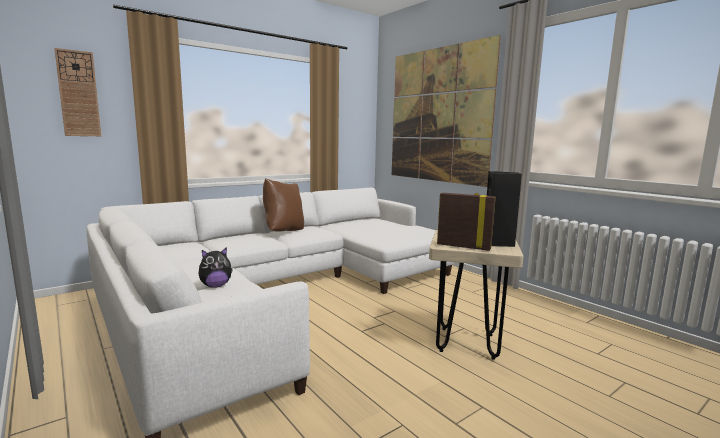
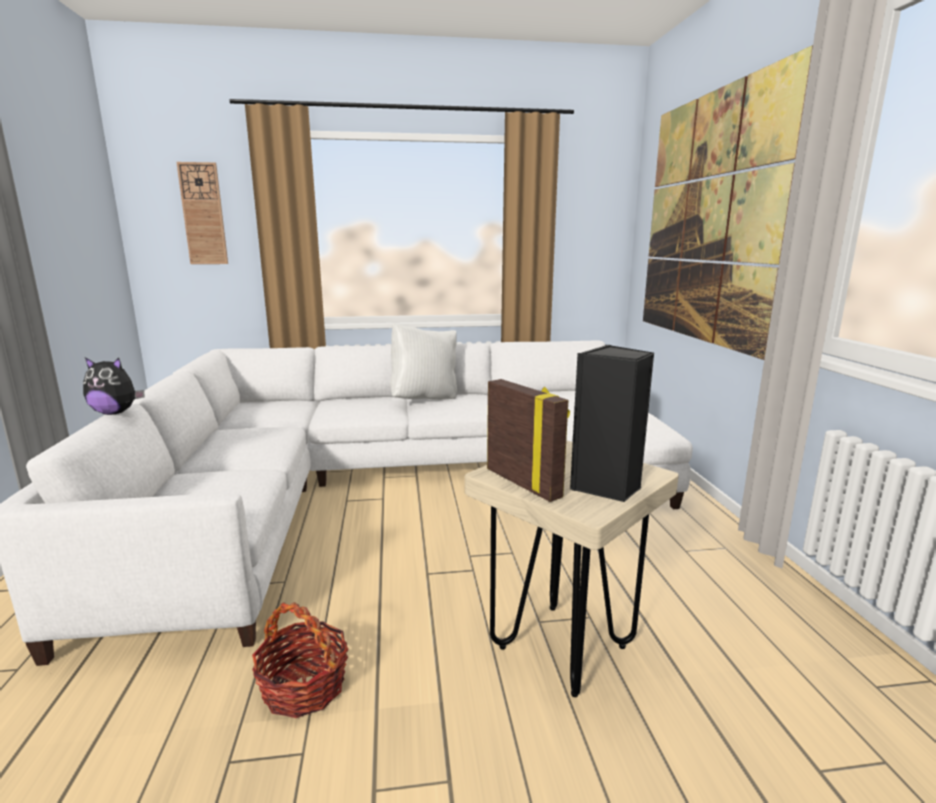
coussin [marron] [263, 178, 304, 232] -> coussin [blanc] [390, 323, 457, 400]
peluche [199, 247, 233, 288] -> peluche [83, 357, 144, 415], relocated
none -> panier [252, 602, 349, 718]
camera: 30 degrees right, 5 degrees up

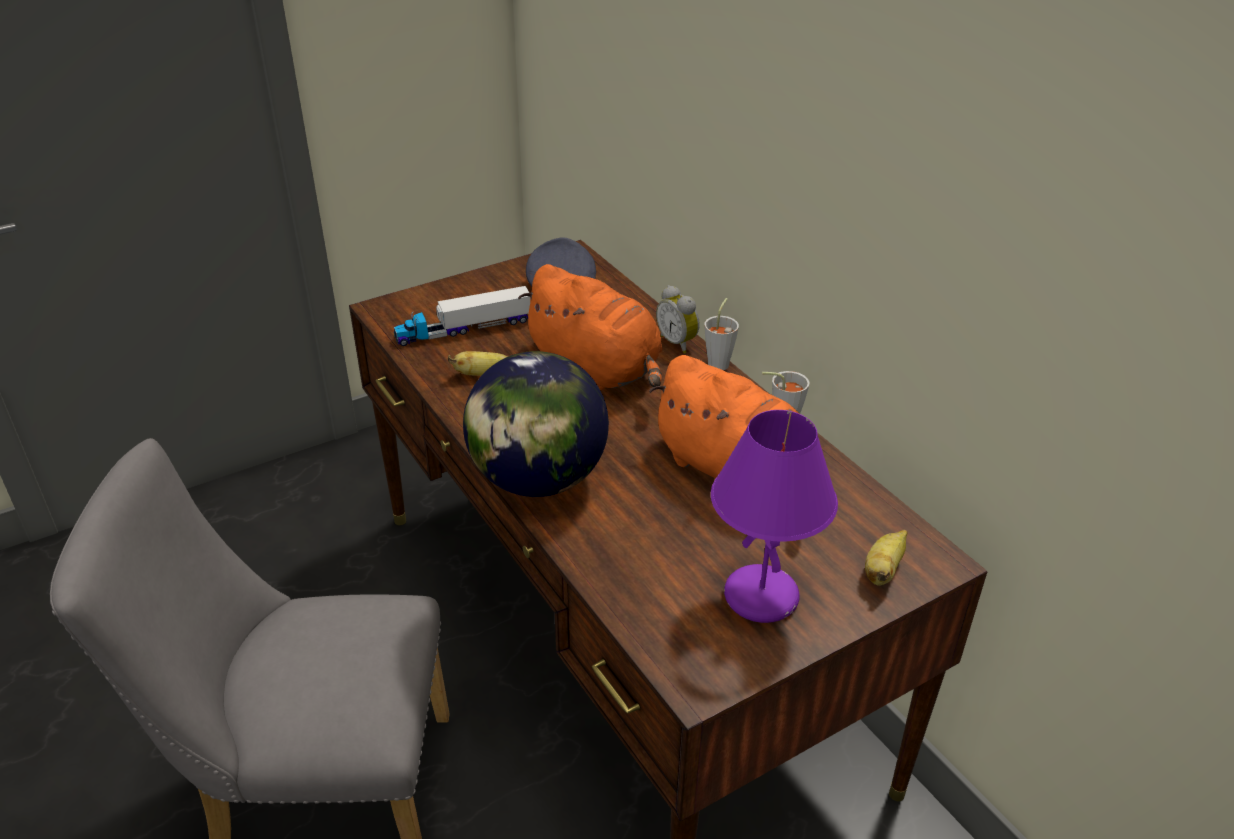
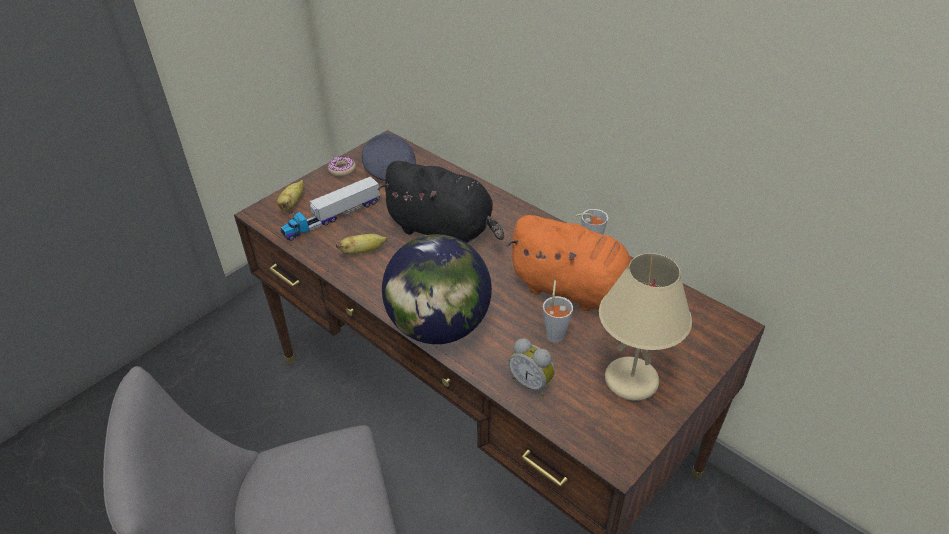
peluche [orange] [518, 264, 663, 390] -> peluche [noir] [378, 161, 504, 243]
réveil [656, 285, 700, 354] -> réveil [508, 338, 555, 396], relocated
tasse [gris] [704, 298, 739, 370] -> tasse [gris] [543, 280, 573, 343], relocated
lampe de table [violet] [711, 410, 838, 623] -> lampe de table [beige] [599, 253, 692, 401]
banane [865, 530, 908, 586] -> banane [277, 180, 304, 211], relocated
none -> beignet [328, 156, 356, 177]
camera: 15 degrees left, 5 degrees up

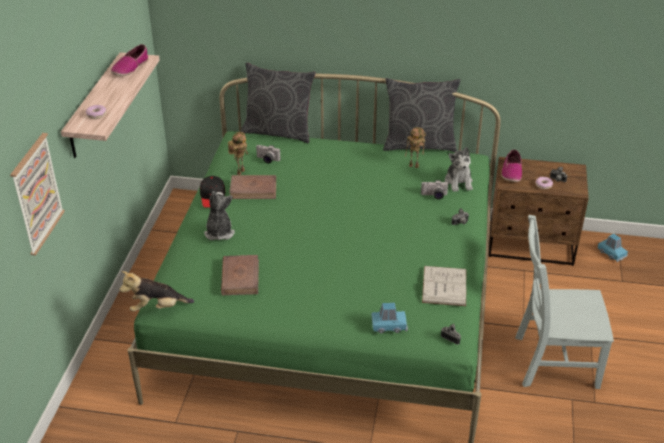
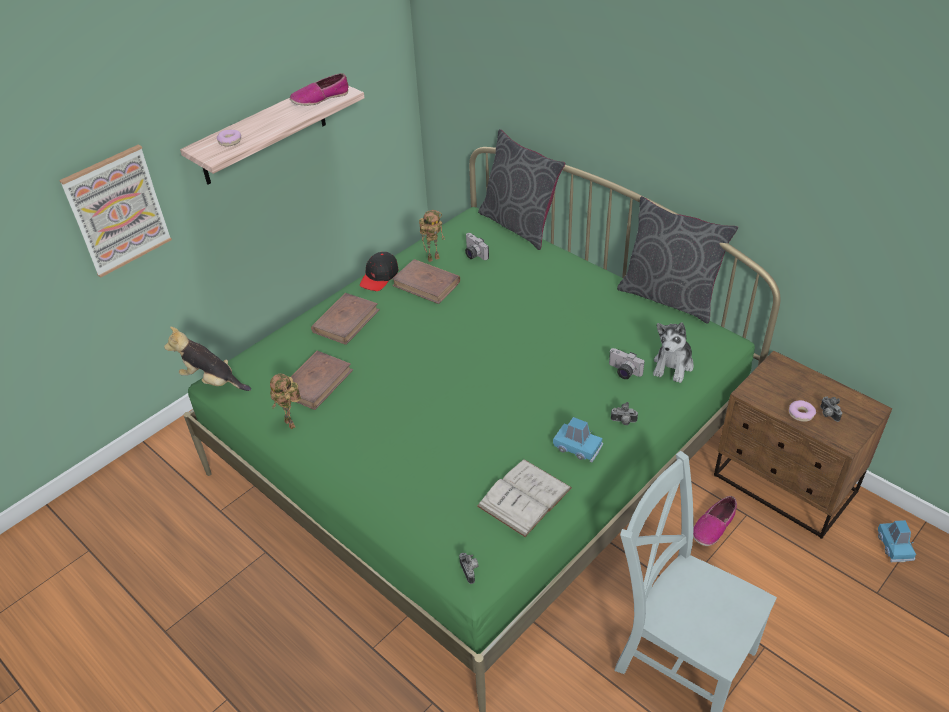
robot jouet [405, 127, 426, 168] -> robot jouet [270, 374, 301, 430], relocated
chaussure [502, 149, 522, 182] -> chaussure [693, 496, 737, 546], relocated
peluche [204, 191, 235, 240] -> livre [marron] [311, 293, 380, 345]
petite voiture [bleu] [372, 303, 408, 334] -> petite voiture [bleu] [553, 417, 603, 463], relocated
camera: 35 degrees right, 5 degrees up

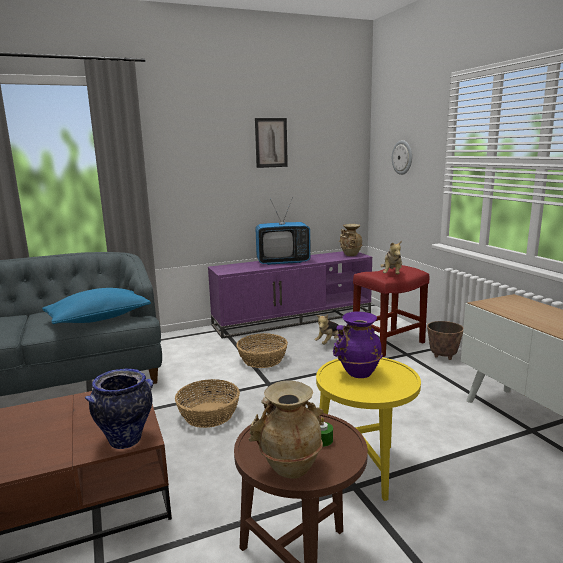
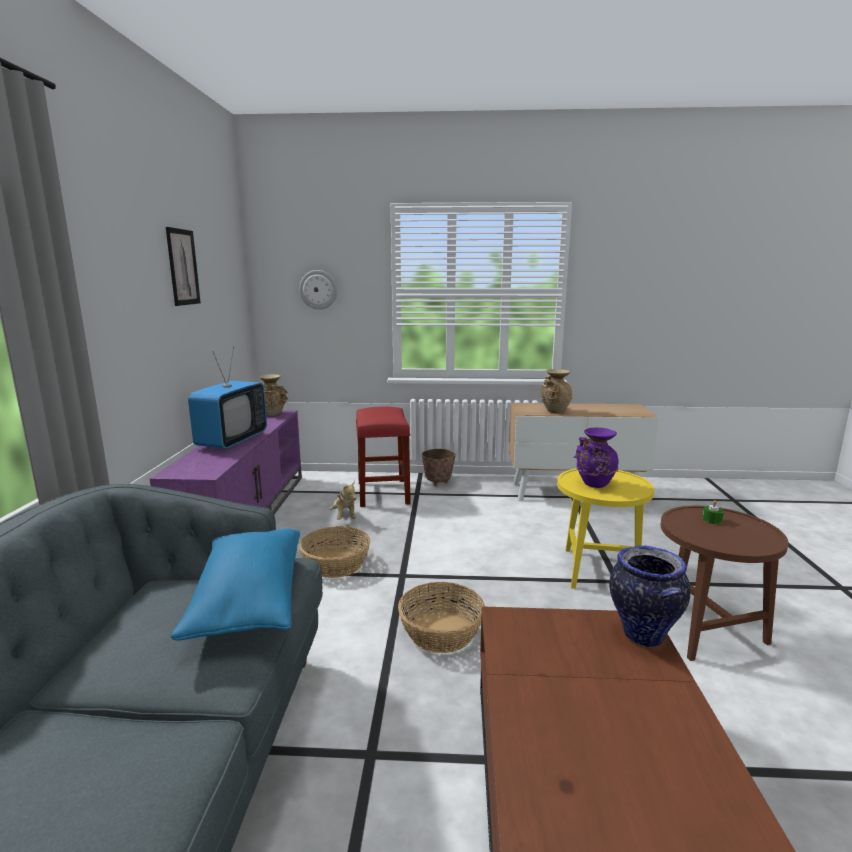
peluche [380, 241, 402, 274] -> none
vase [beige] [249, 380, 324, 479] -> vase [beige] [540, 369, 572, 413], relocated
camera: 65 degrees left, 0 degrees up

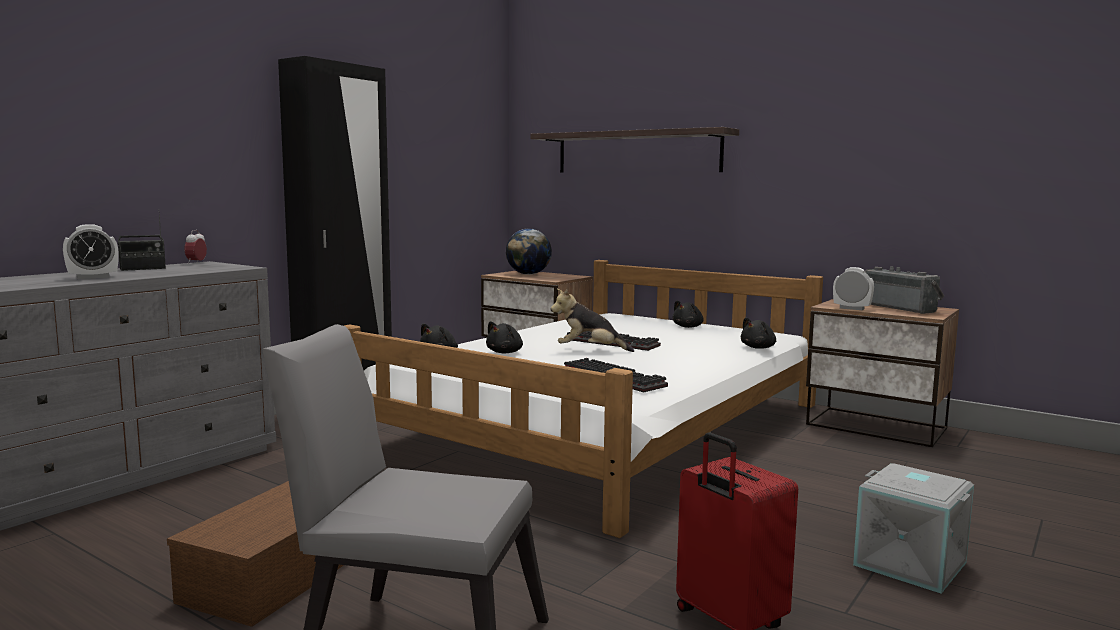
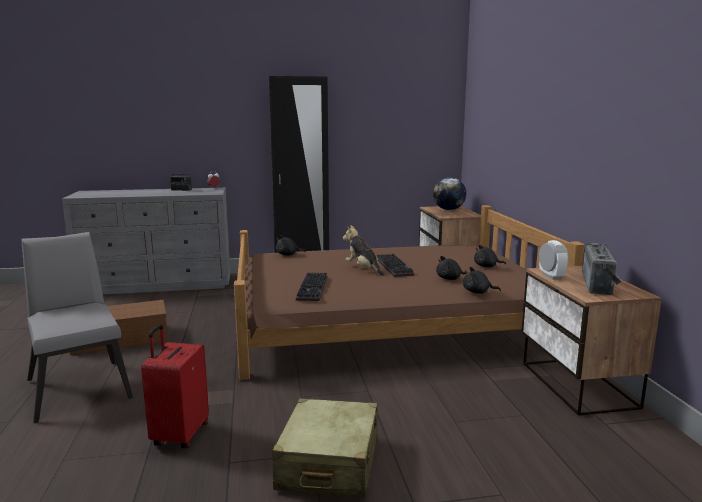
étagère [531, 127, 739, 172] -> none
réveil [63, 224, 119, 279] -> none
lit [blanc] [344, 260, 823, 538] -> lit [marron] [234, 205, 585, 380]
peluche [noir] [486, 321, 523, 353] -> peluche [noir] [436, 256, 466, 280], relocated
boîte de rangement [gris] [853, 463, 974, 594] -> valise [beige] [272, 398, 378, 498]
camera: 45 degrees right, 5 degrees up

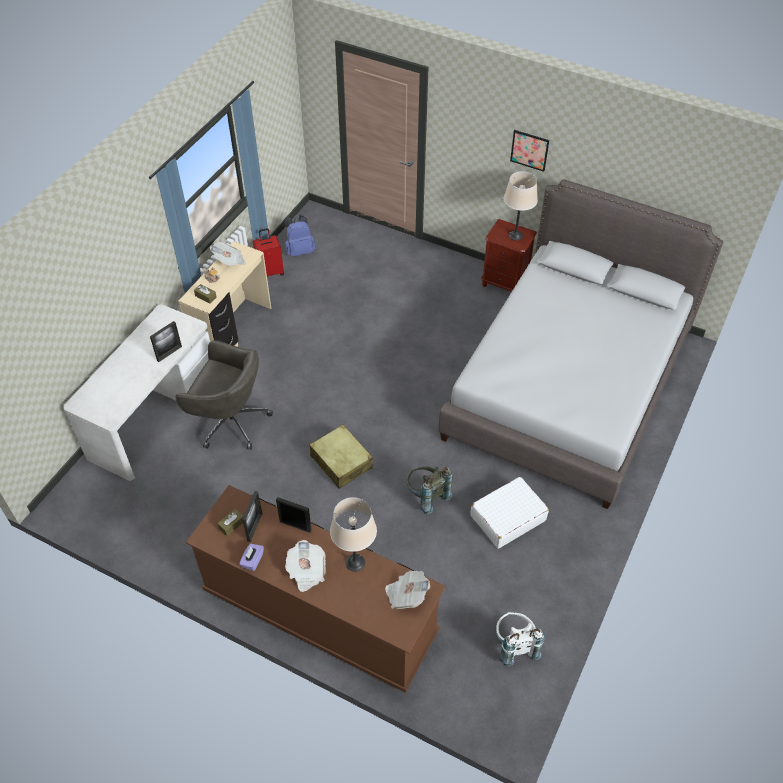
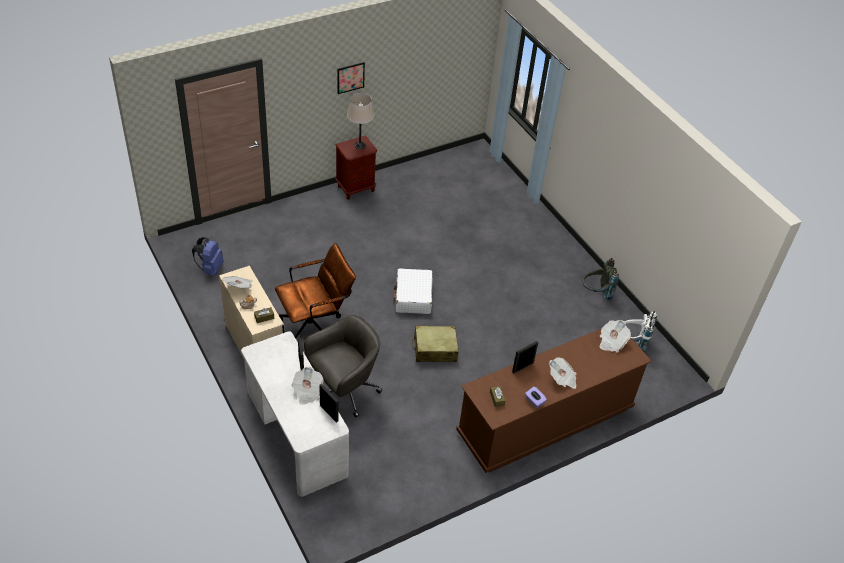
lit [gris] [439, 180, 723, 509] -> none
valise [rouge] [253, 228, 284, 277] -> none
sac à dos [gris] [407, 466, 453, 515] -> sac à dos [gris] [582, 258, 619, 301], relocated
valise [blanc] [470, 477, 549, 549] -> valise [blanc] [394, 269, 433, 314], relocated
cadre photo [242, 491, 262, 542] -> cadre photo [319, 384, 338, 423], relocated
lampe de table [beige] [330, 497, 377, 572] -> none
none -> chaise de bureau [marron] [275, 243, 356, 338]
none -> journal [292, 367, 324, 405]
camera: 60 degrees left, 5 degrees down

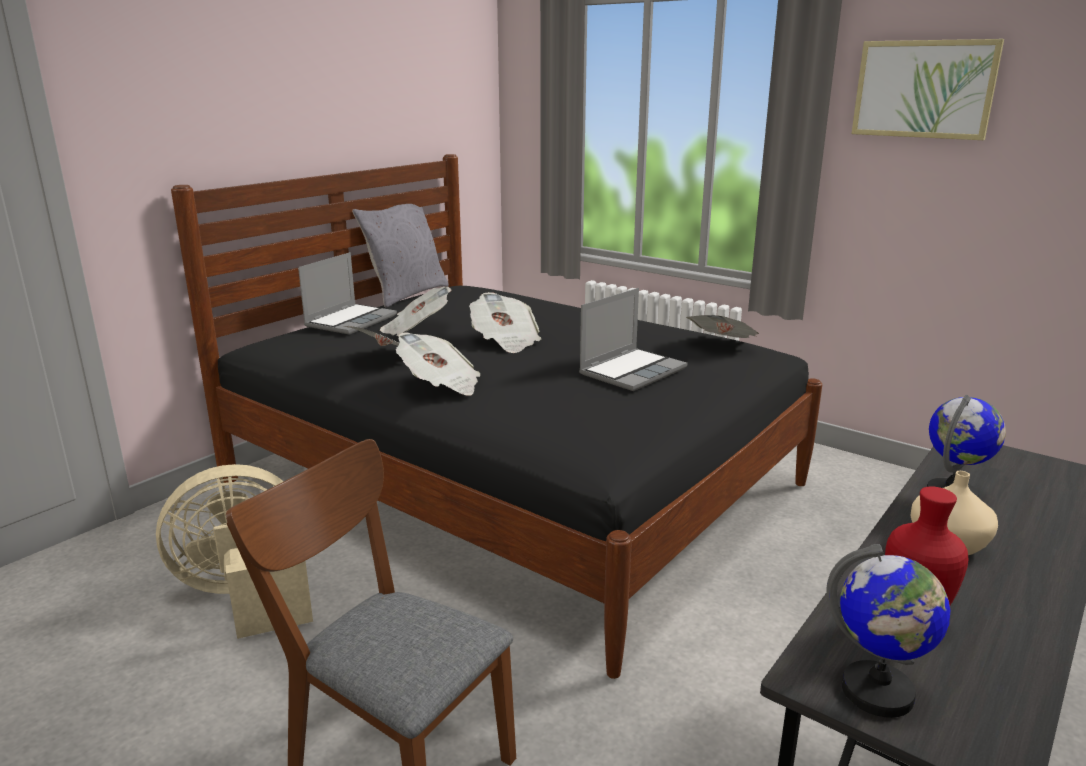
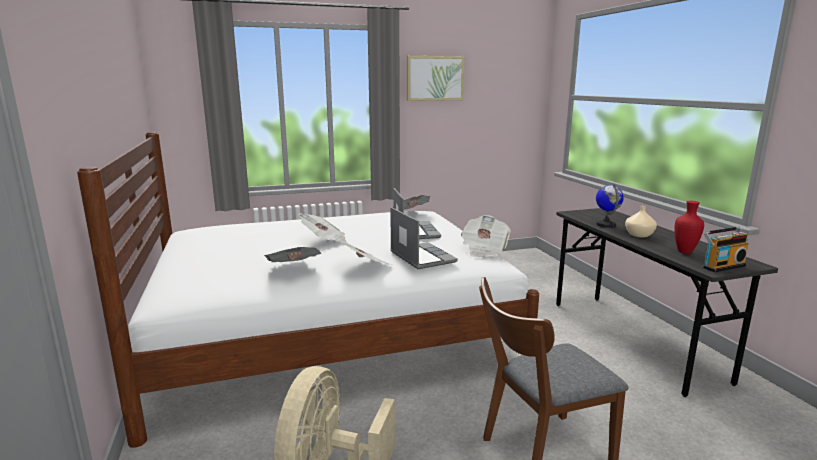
lit [noir] [171, 154, 822, 679] -> lit [blanc] [77, 132, 539, 448]
coussin [gris] [352, 204, 449, 307] -> none
ordinateur portable [298, 252, 397, 335] -> ordinateur portable [390, 207, 458, 269], relocated
journal [380, 287, 451, 336] -> journal [461, 215, 511, 258], relocated
globe [826, 544, 950, 718] -> radio [703, 227, 749, 272]
camera: 55 degrees left, 5 degrees down

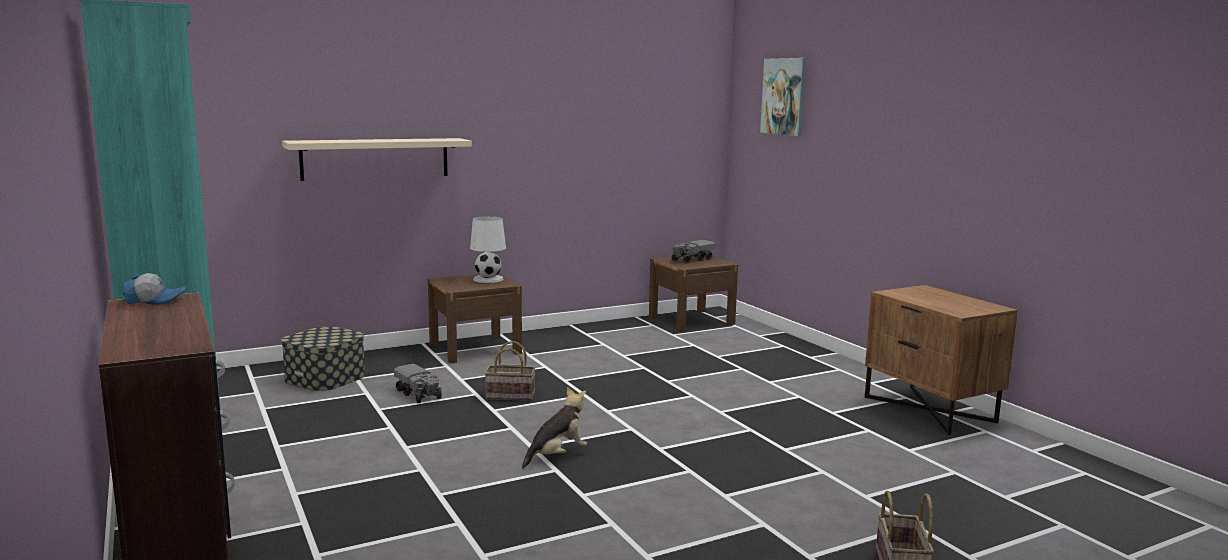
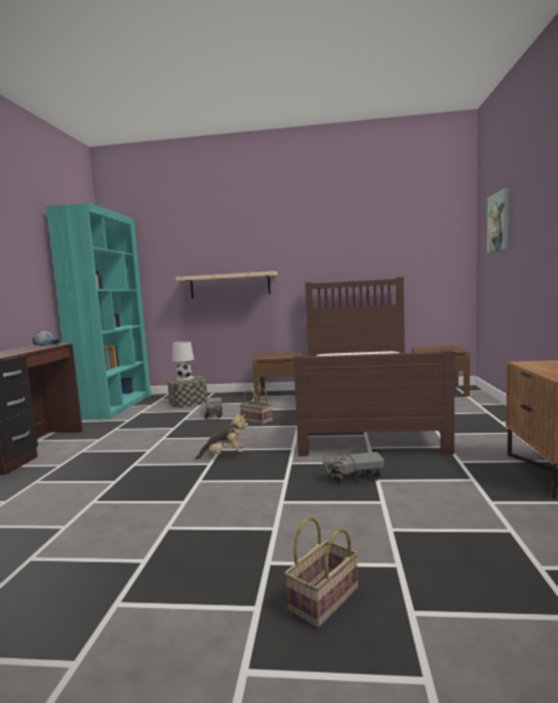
lampe de table [blanc] [470, 216, 506, 283] -> lampe de table [blanc] [172, 341, 194, 381], relocated
camion jouet [672, 240, 715, 264] -> camion jouet [323, 452, 384, 484], relocated
none -> lit [marron] [293, 277, 454, 456]
camera: 35 degrees right, 5 degrees down

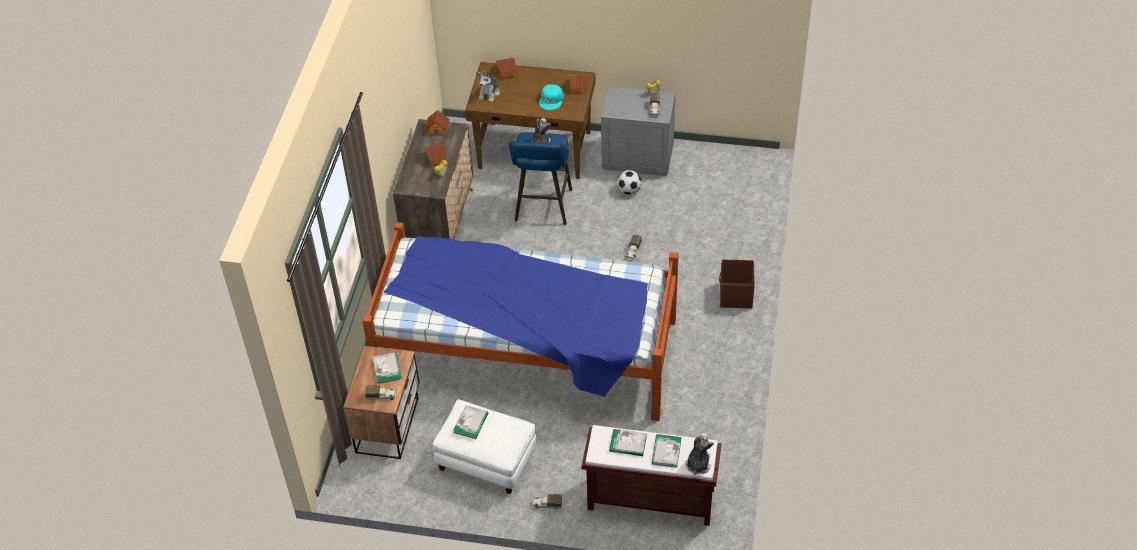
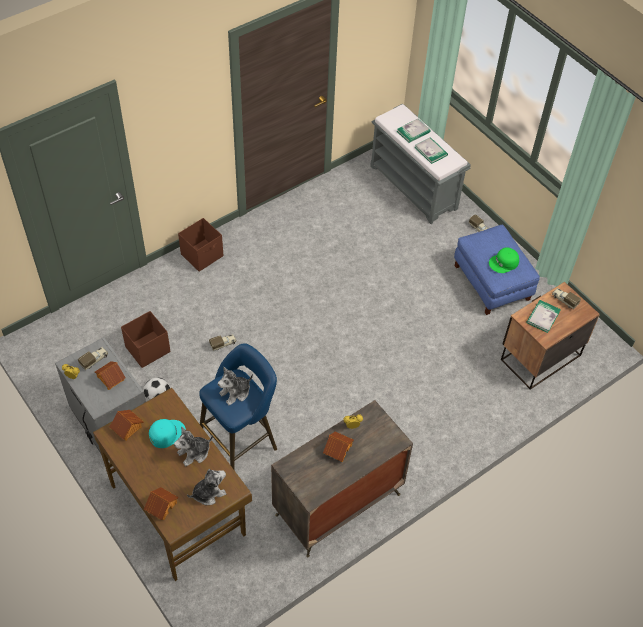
maison miniature [425, 110, 449, 135] -> maison miniature [95, 361, 126, 390], relocated
lit [362, 222, 679, 421] -> none
pouf [blanc] [433, 399, 537, 494] -> pouf [bleu] [454, 225, 540, 315]
livre [453, 406, 488, 439] -> casquette [vert] [489, 247, 519, 273]
banc [marron] [581, 425, 722, 526] -> banc [gris] [370, 103, 471, 224]
peluche [685, 433, 714, 475] -> peluche [174, 427, 213, 466], relocated
none -> boîte de rangement [marron] [121, 311, 170, 368]
camera: 140 degrees left, 5 degrees up

